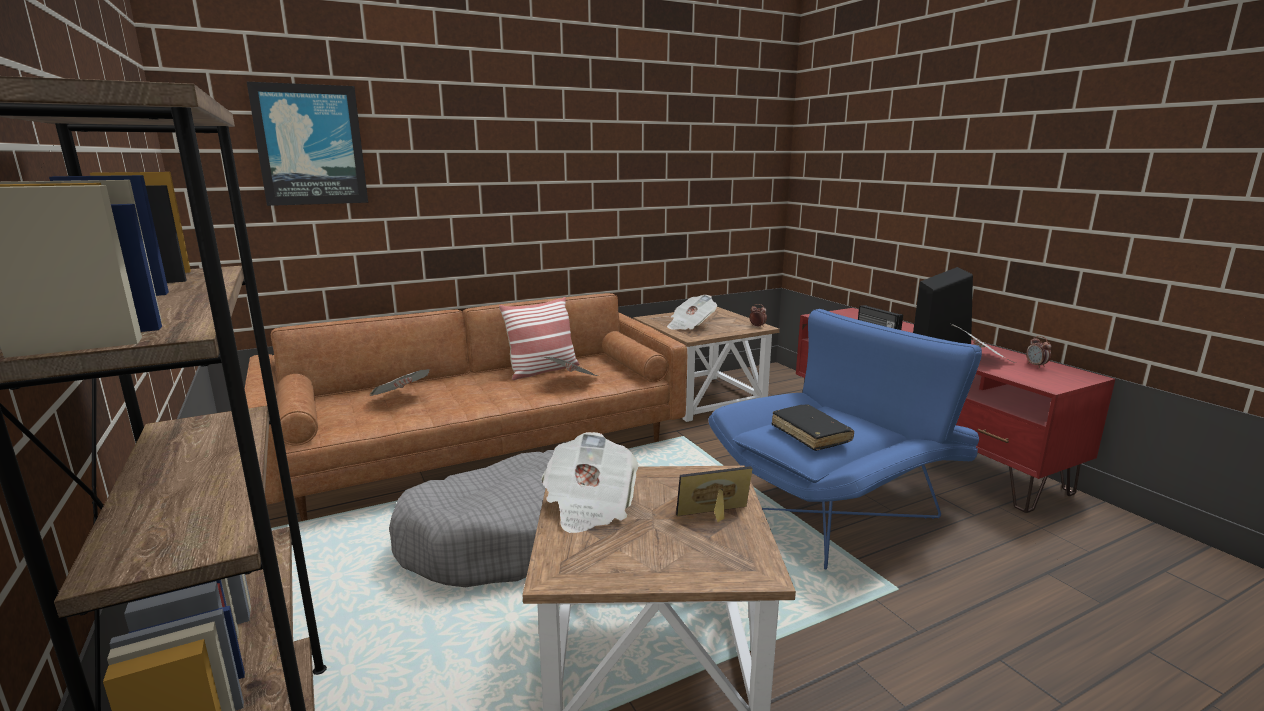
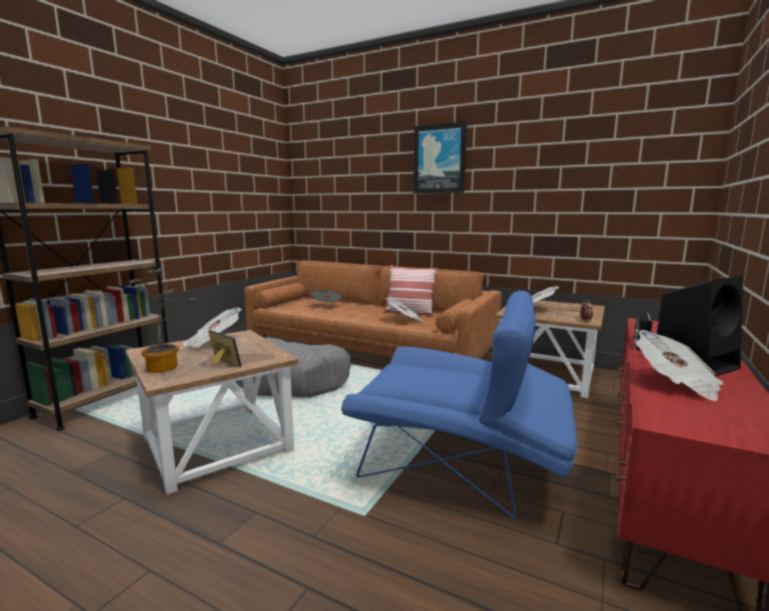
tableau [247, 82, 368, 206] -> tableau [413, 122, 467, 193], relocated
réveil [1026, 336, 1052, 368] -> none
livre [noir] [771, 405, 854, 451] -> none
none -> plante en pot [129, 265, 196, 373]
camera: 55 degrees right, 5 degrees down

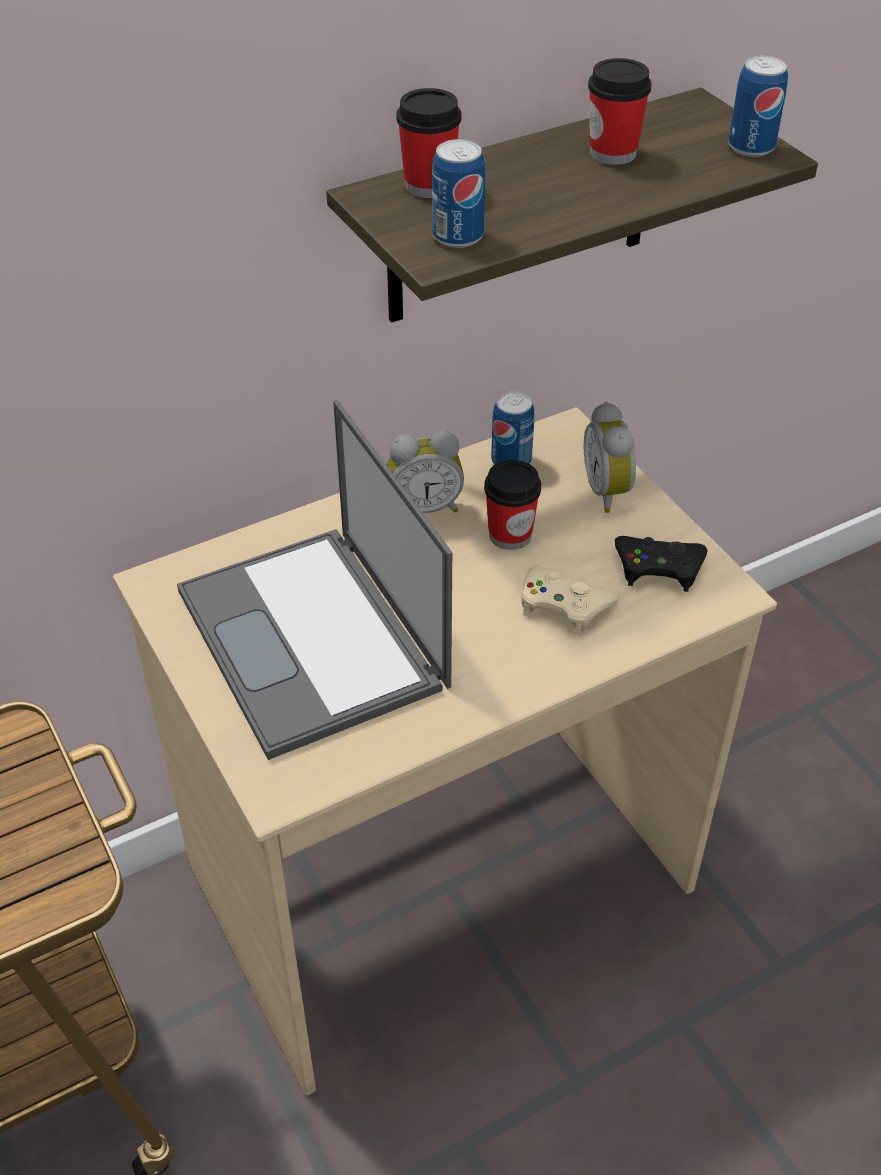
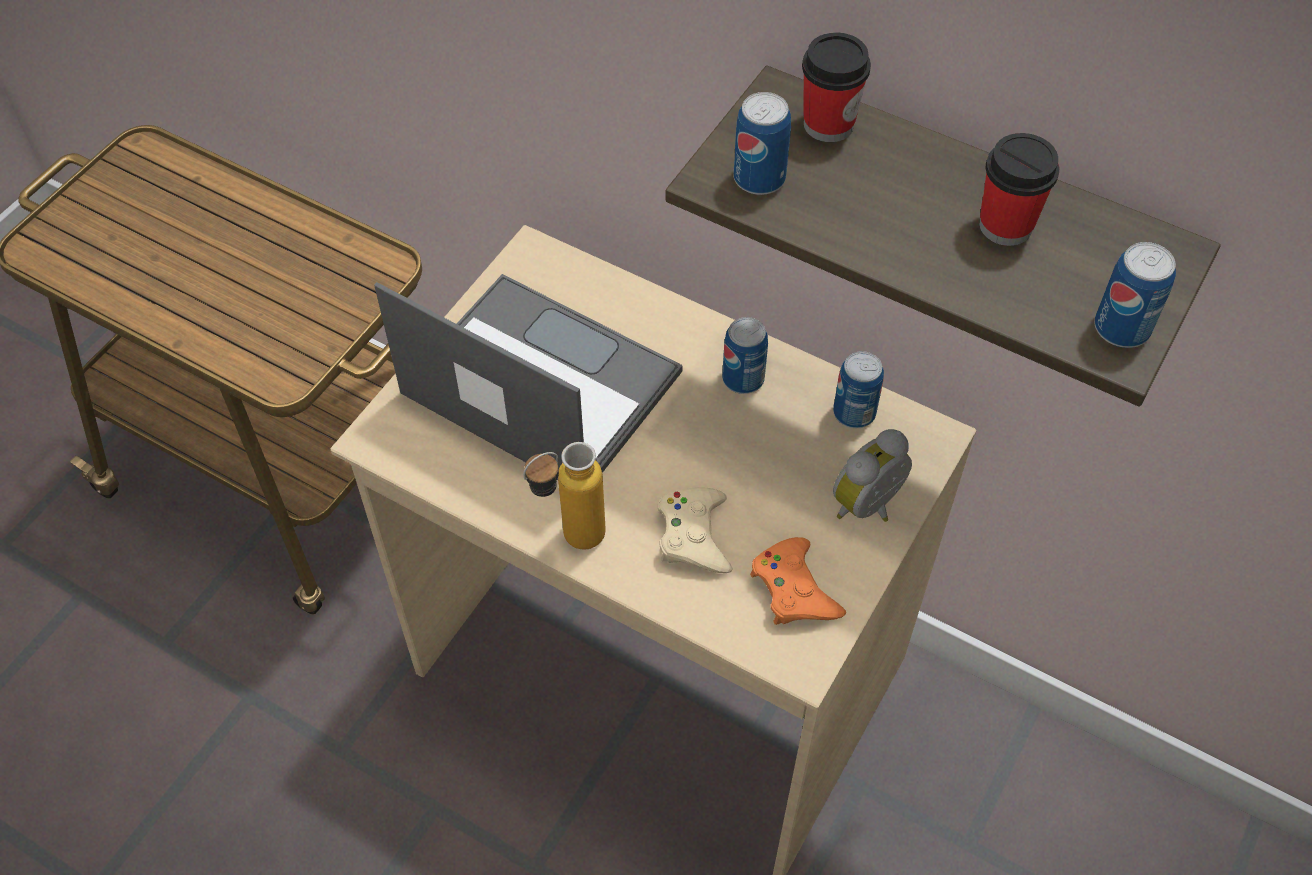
ordinateur portable [177, 400, 452, 760] -> ordinateur portable [374, 274, 683, 480], 90 degrees clockwise
réveil [386, 430, 464, 513] -> boîte métallique [722, 317, 768, 394]
tasse [484, 460, 541, 550] -> none
manette [noir] [615, 536, 708, 592] -> manette [orange] [750, 537, 846, 625]
none -> bouteille [523, 442, 605, 549]
camera: 60 degrees right, 10 degrees up

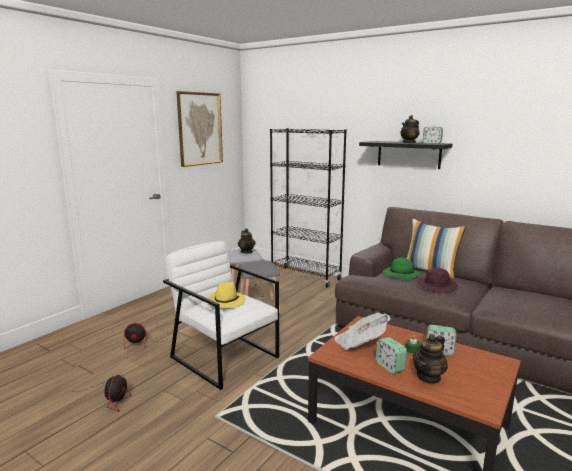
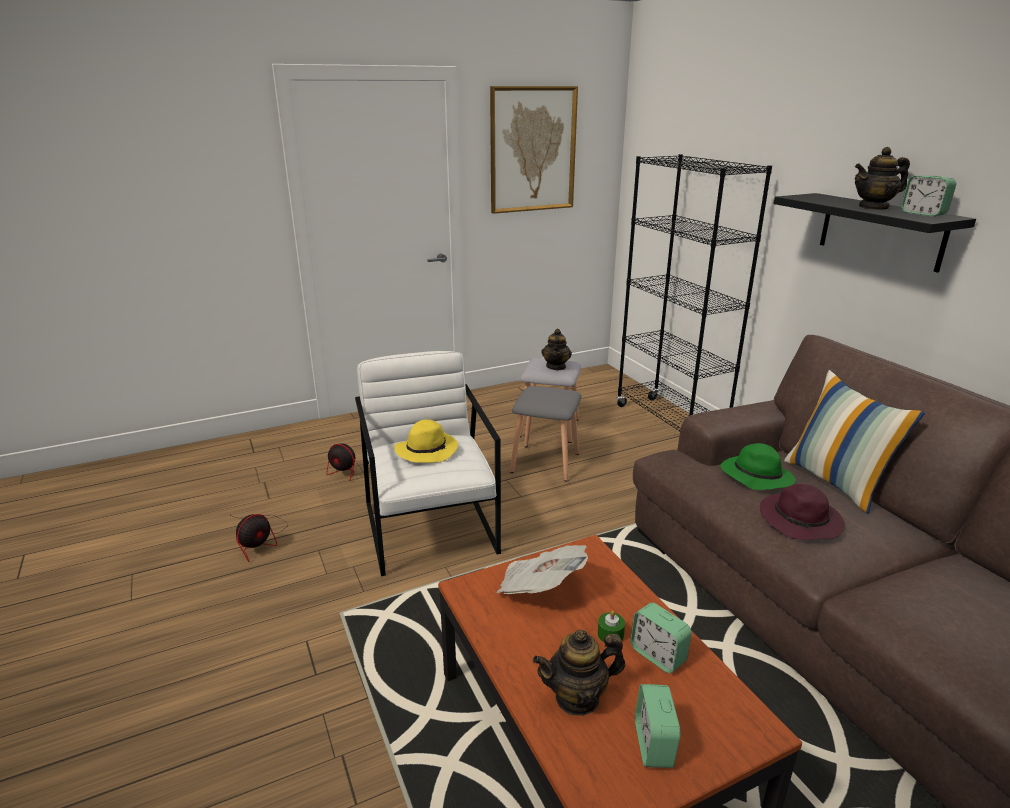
réveil [376, 337, 407, 374] -> réveil [635, 684, 680, 768], relocated
camera: 30 degrees right, 10 degrees up

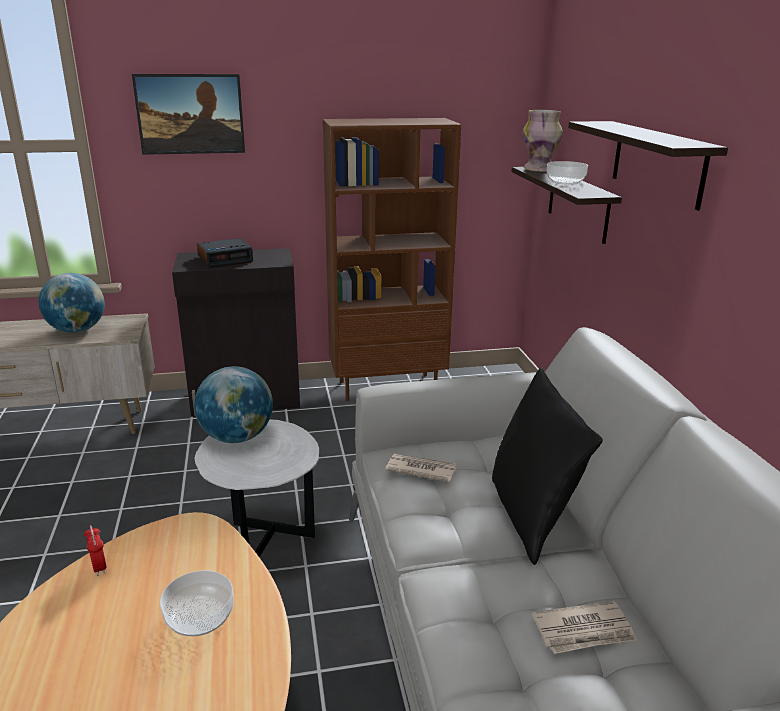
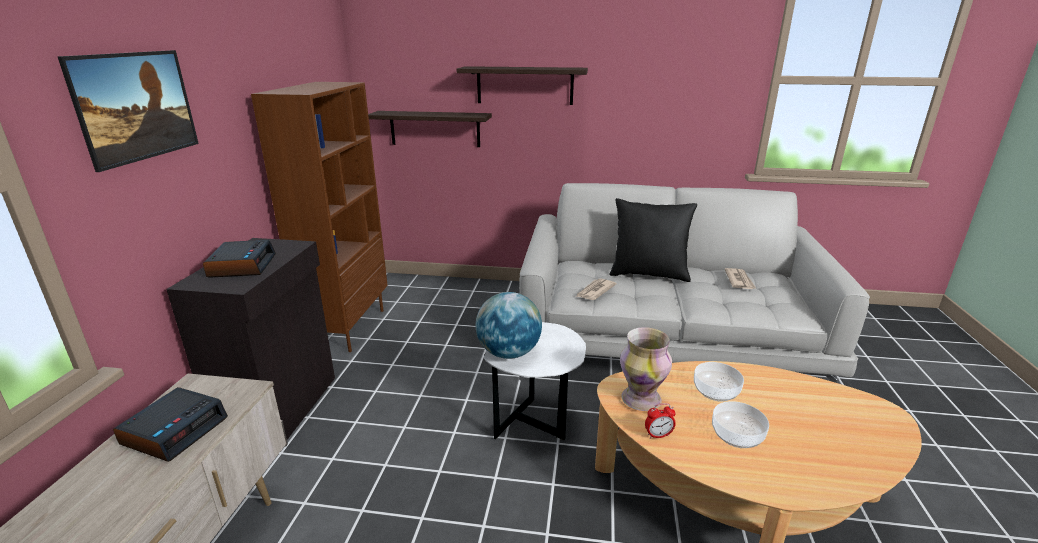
vase [523, 110, 563, 172] -> vase [620, 327, 672, 411], relocated
bol [547, 161, 588, 184] -> bol [712, 401, 769, 448], relocated
globe [39, 273, 105, 333] -> réveil [113, 387, 228, 462]
camera: 70 degrees left, 0 degrees up

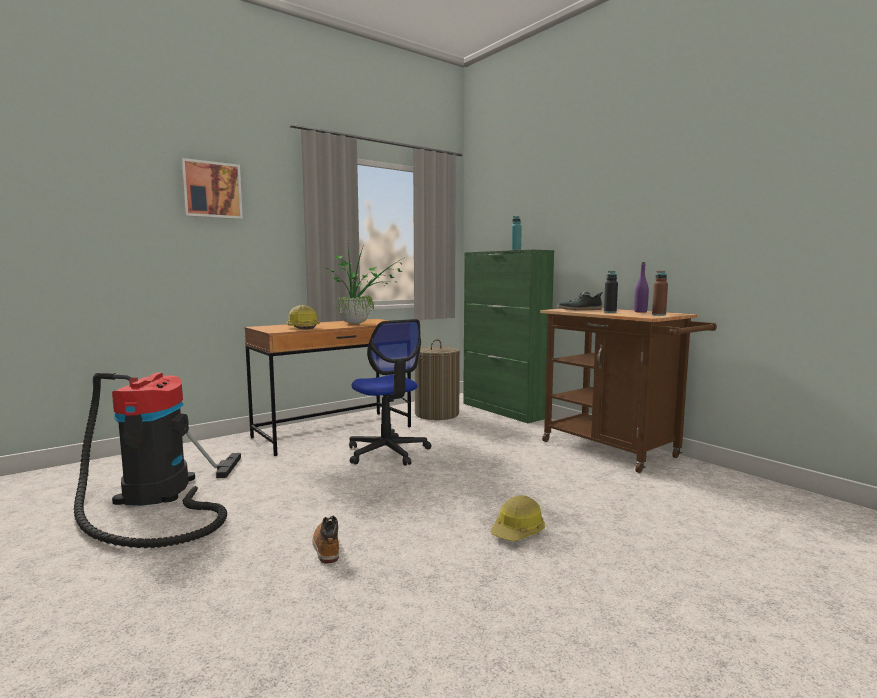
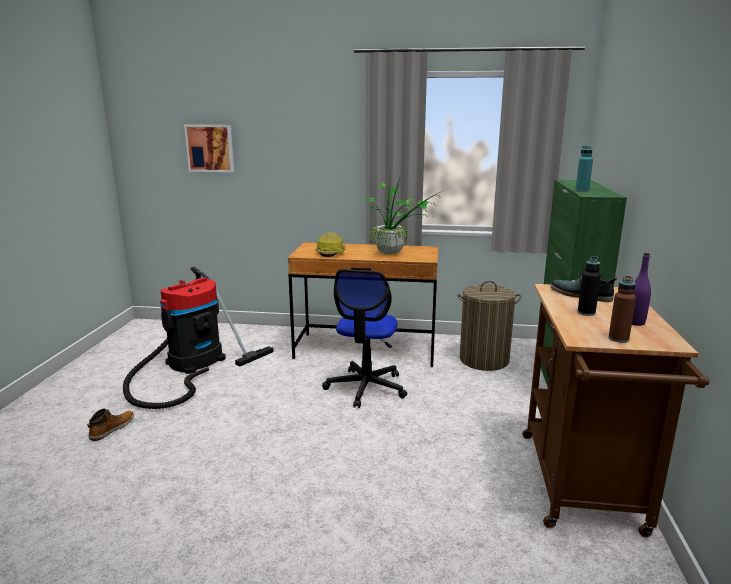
tableau [180, 158, 243, 219] -> tableau [184, 125, 234, 172], relocated
casque de chantier [490, 495, 545, 541] -> none
botte [312, 516, 339, 563] -> botte [87, 408, 134, 441], relocated
camera: 45 degrees right, 10 degrees up

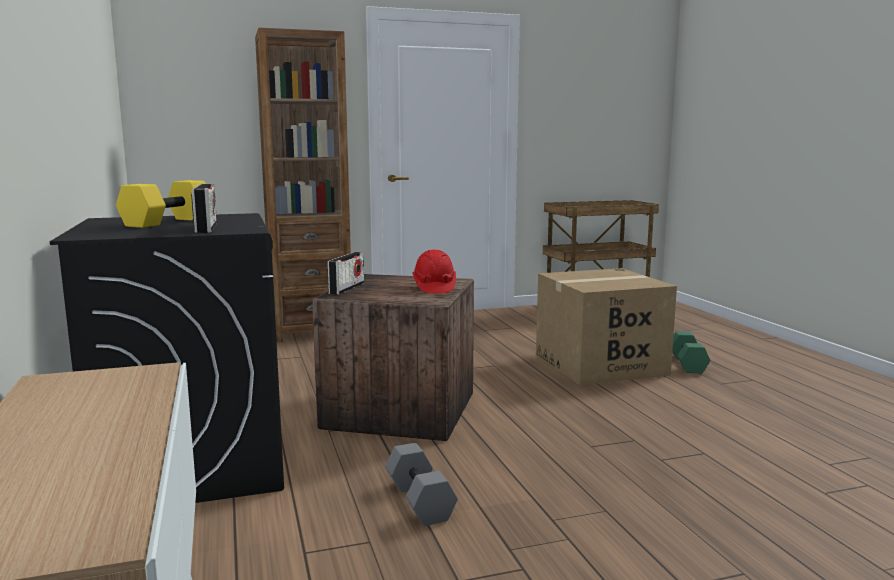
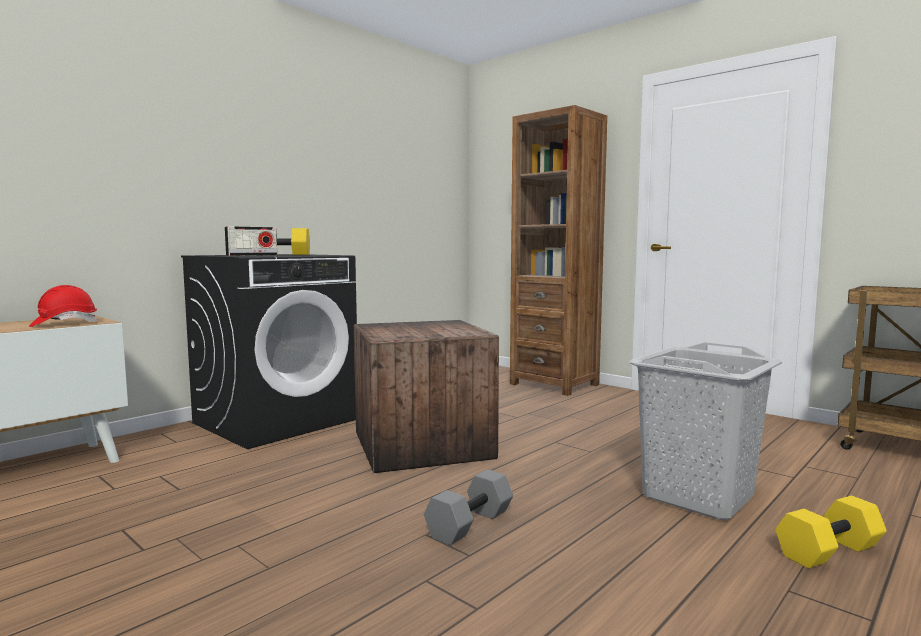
casque de chantier [rouge] [413, 250, 456, 294] -> casque de chantier [rouge] [29, 285, 98, 327], relocated
radio [327, 252, 364, 295] -> none
carton [536, 268, 677, 385] -> panier à linge [gris] [629, 342, 782, 520]
haltère [vert] [672, 331, 710, 373] -> haltère [jaune] [775, 496, 887, 568]
haltère [gris] [385, 443, 458, 526] -> haltère [gris] [424, 469, 513, 545], relocated
camera: 60 degrees right, 5 degrees down

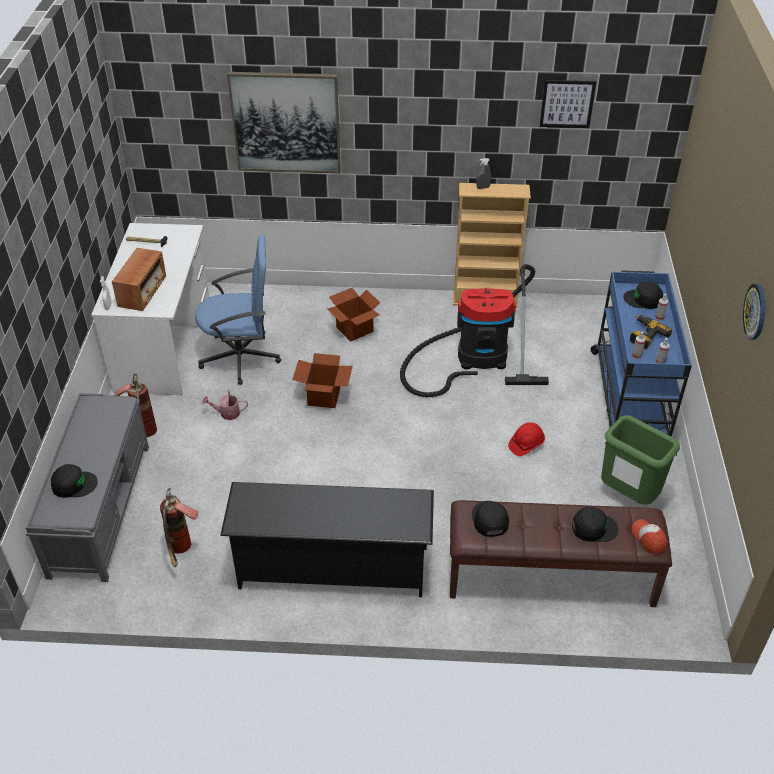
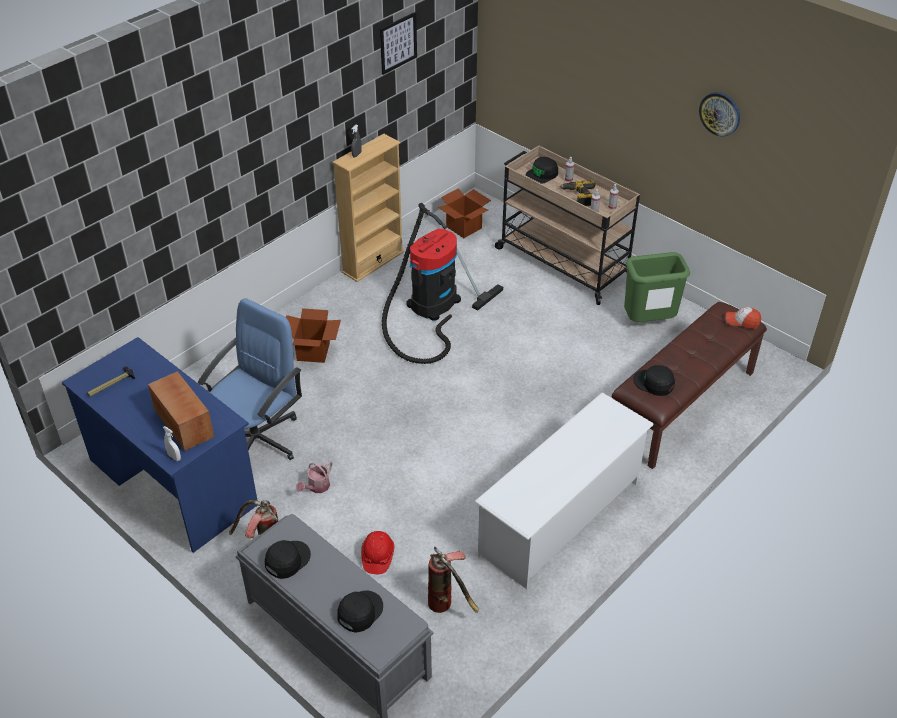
tableau [227, 72, 341, 173] -> none
bureau [blanc] [91, 223, 209, 396] -> bureau [bleu] [62, 337, 258, 553]
chariot [bleu] [591, 270, 692, 444] -> chariot [beige] [495, 145, 640, 305]
carton [292, 353, 353, 408] -> carton [438, 188, 491, 238], relocated
casque de chantier [rouge] [508, 422, 545, 456] -> casque de chantier [rouge] [361, 531, 394, 574], relocated
étagère à chaussures [noir] [220, 482, 434, 597] -> étagère à chaussures [blanc] [474, 393, 654, 589]
casquette [noir] [572, 507, 619, 542] -> casquette [noir] [265, 540, 311, 579], relocated
camera: 50 degrees left, 0 degrees up

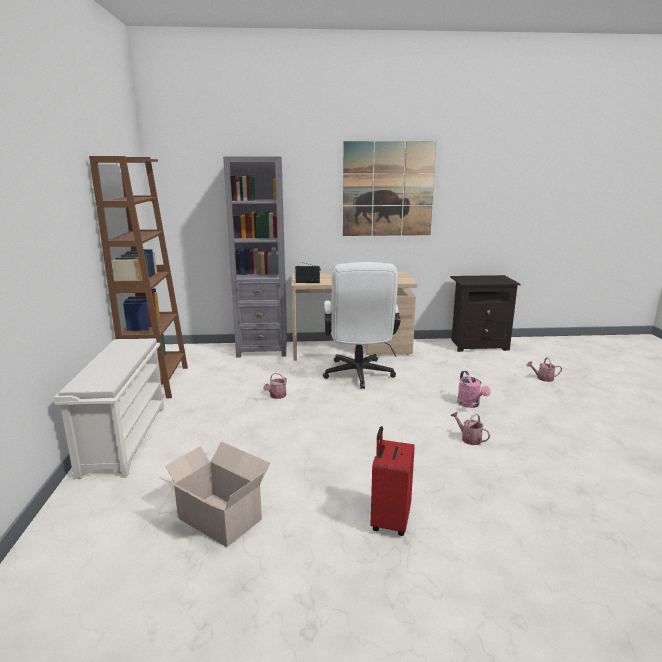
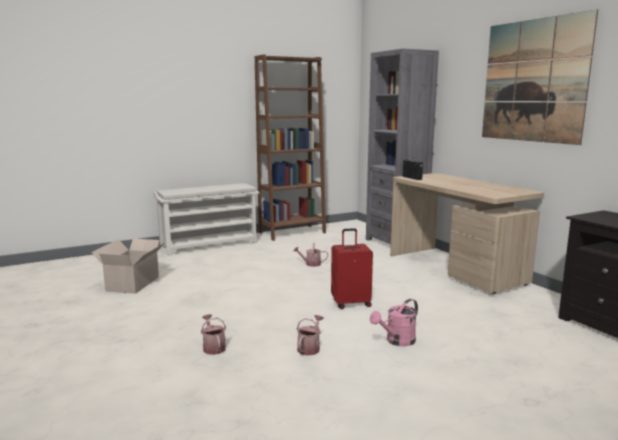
chaise de bureau [blanc] [323, 262, 401, 389] -> none
arrosoir [527, 357, 562, 382] -> arrosoir [201, 314, 226, 355], relocated
valise [rouge] [370, 426, 415, 536] -> valise [rouge] [331, 228, 373, 309], relocated
camera: 65 degrees right, 5 degrees down

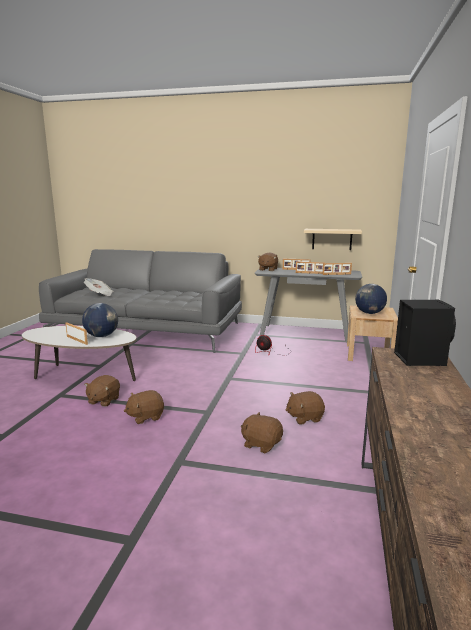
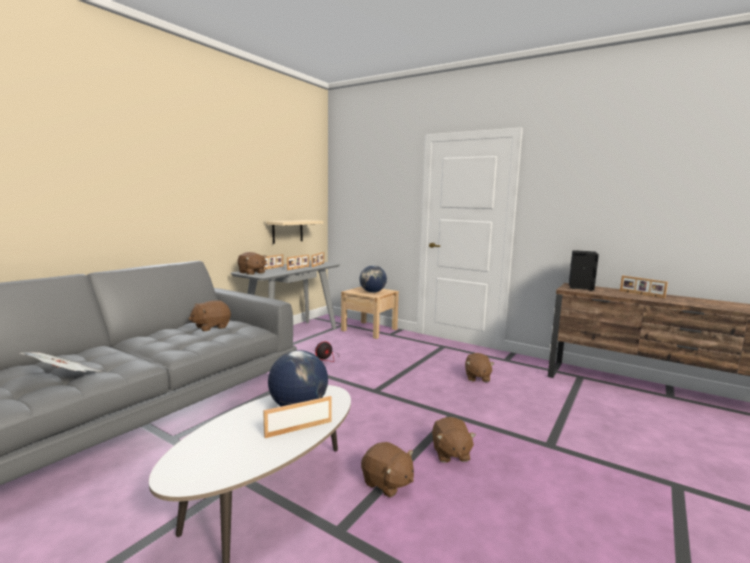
peluche [marron] [241, 412, 283, 453] -> peluche [marron] [189, 300, 231, 332], relocated
none -> cadre photo [620, 275, 668, 298]
camera: 70 degrees left, 5 degrees down

